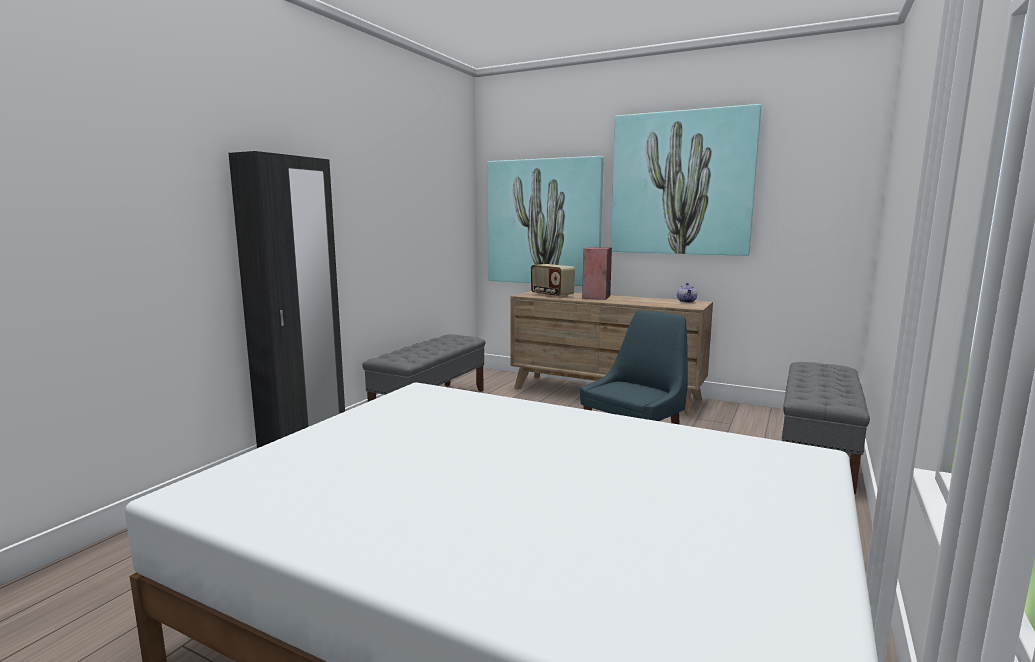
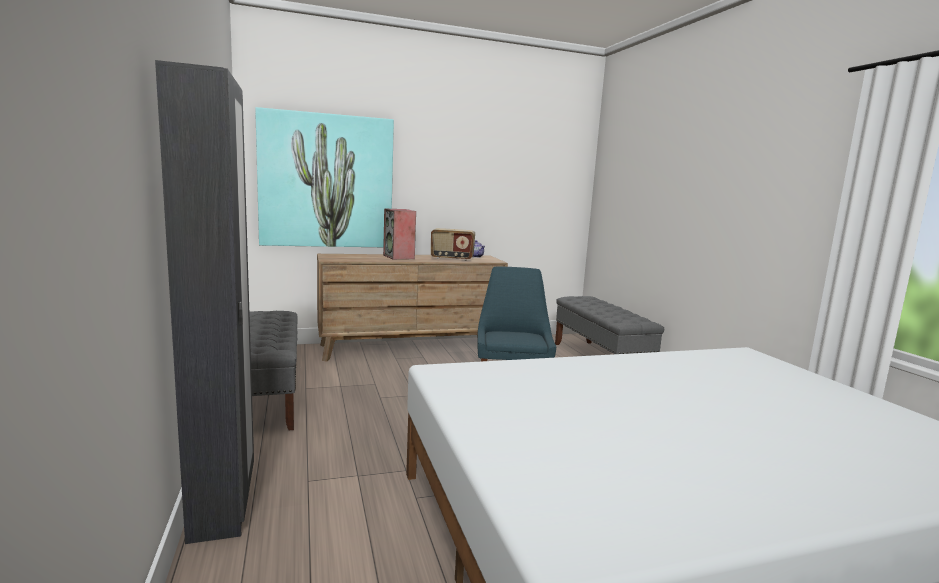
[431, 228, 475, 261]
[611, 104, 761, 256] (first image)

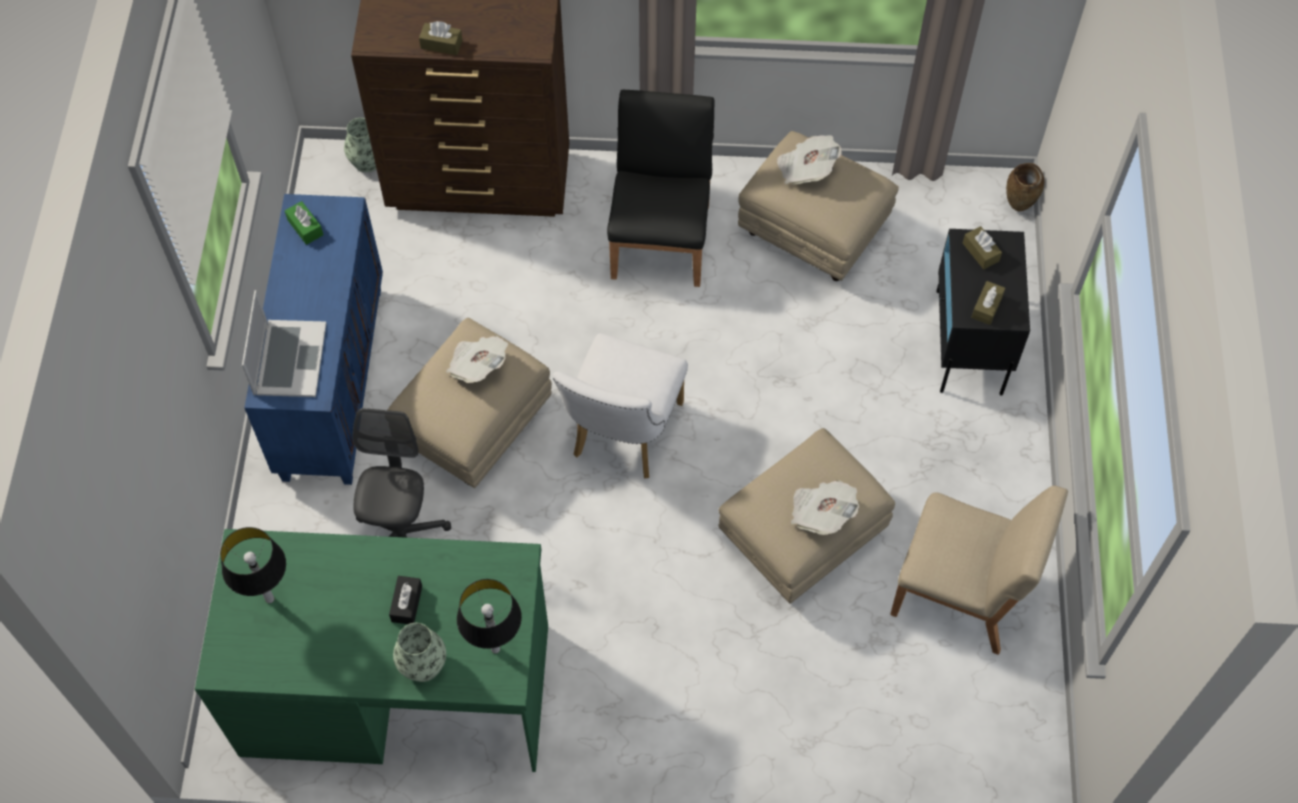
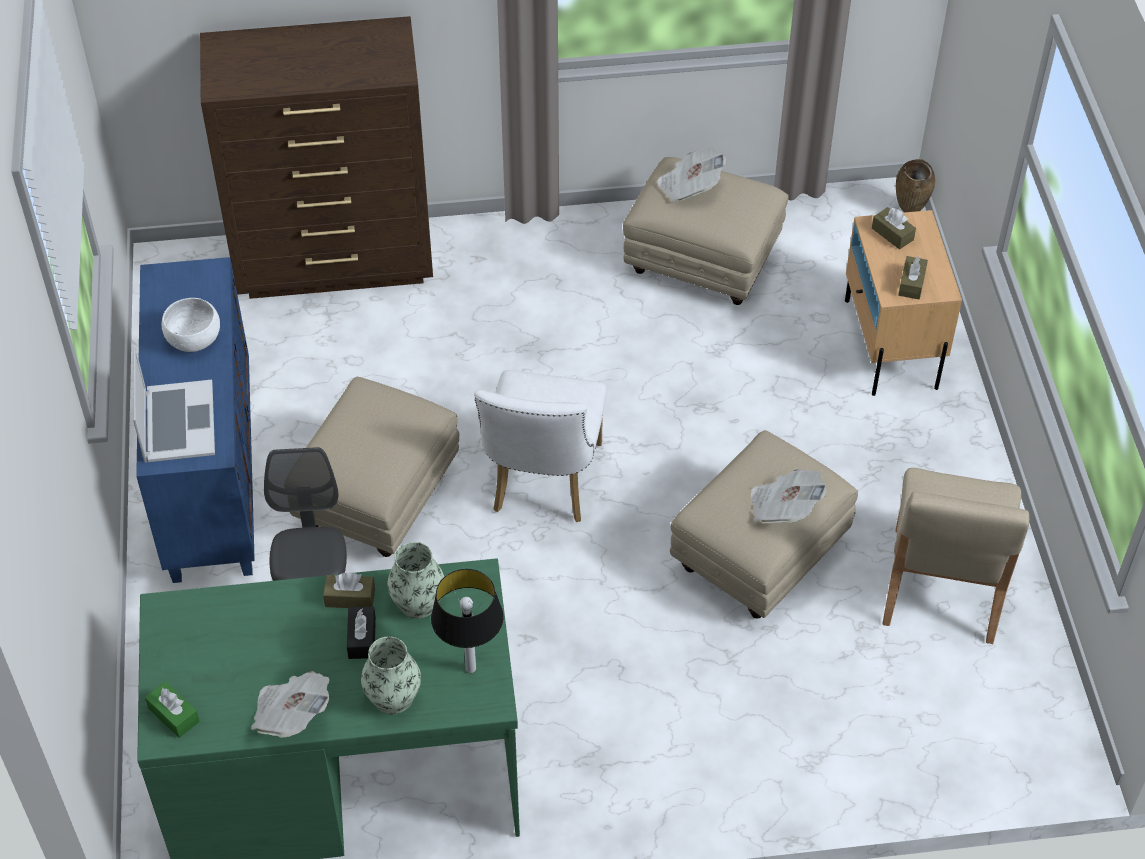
[220, 527, 286, 603] (first image)
[145, 681, 200, 738]
[387, 542, 444, 618]
[323, 572, 375, 608]
[251, 671, 330, 738]
[607, 90, 715, 287] (first image)
[882, 468, 1029, 644]
[845, 210, 962, 396]
[162, 298, 220, 352]

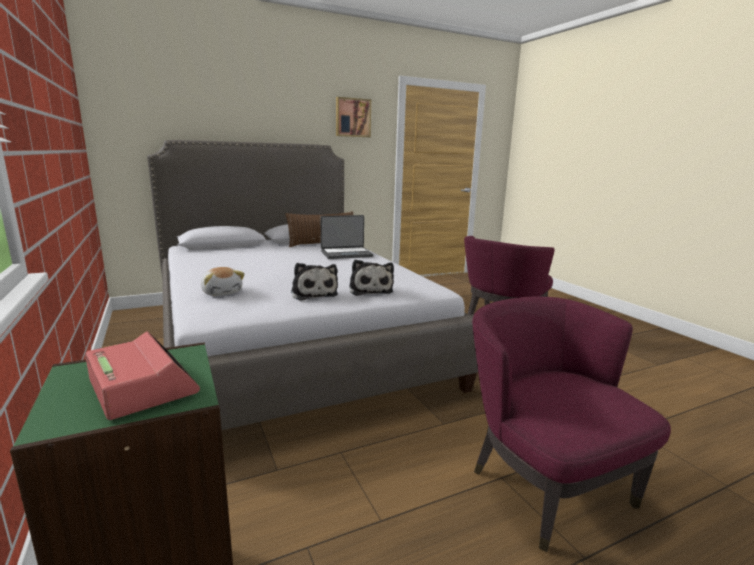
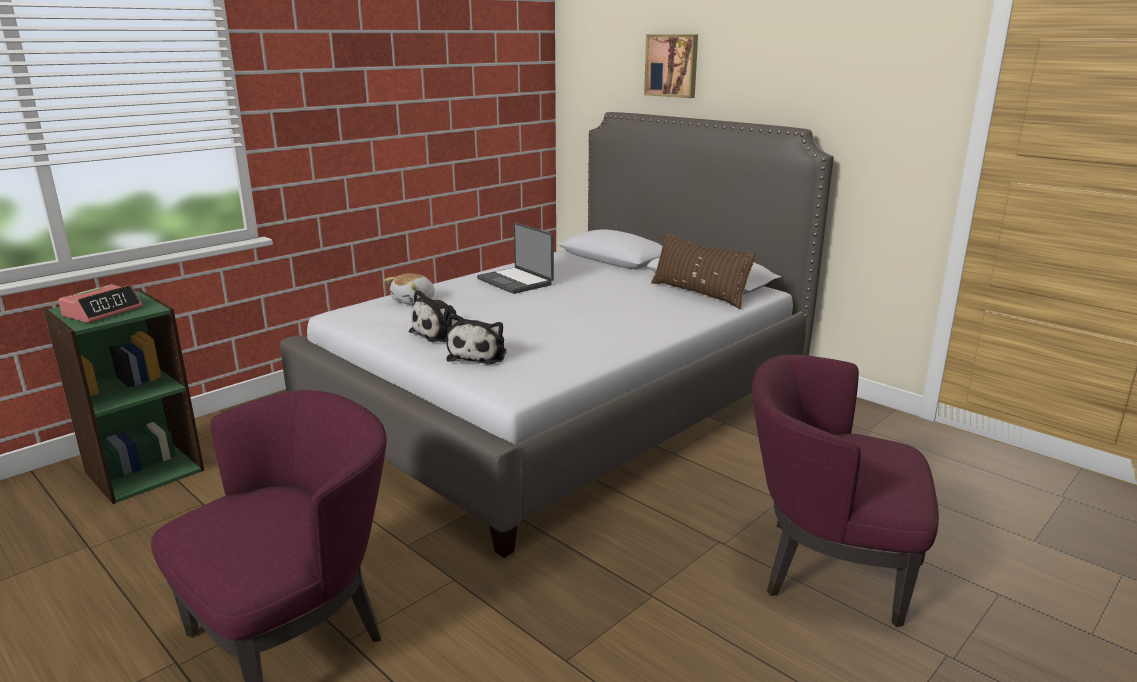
[477, 223, 554, 294]
[644, 34, 698, 98]
[446, 314, 507, 365]

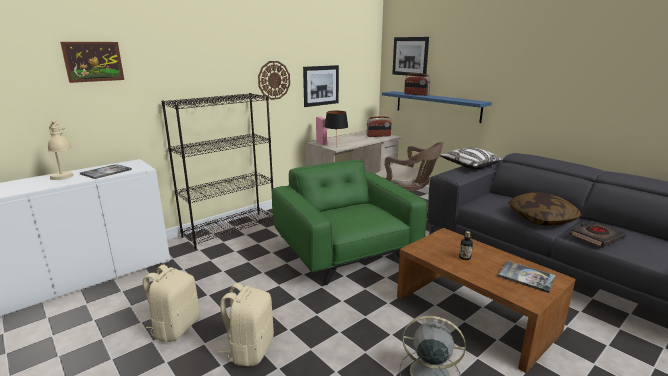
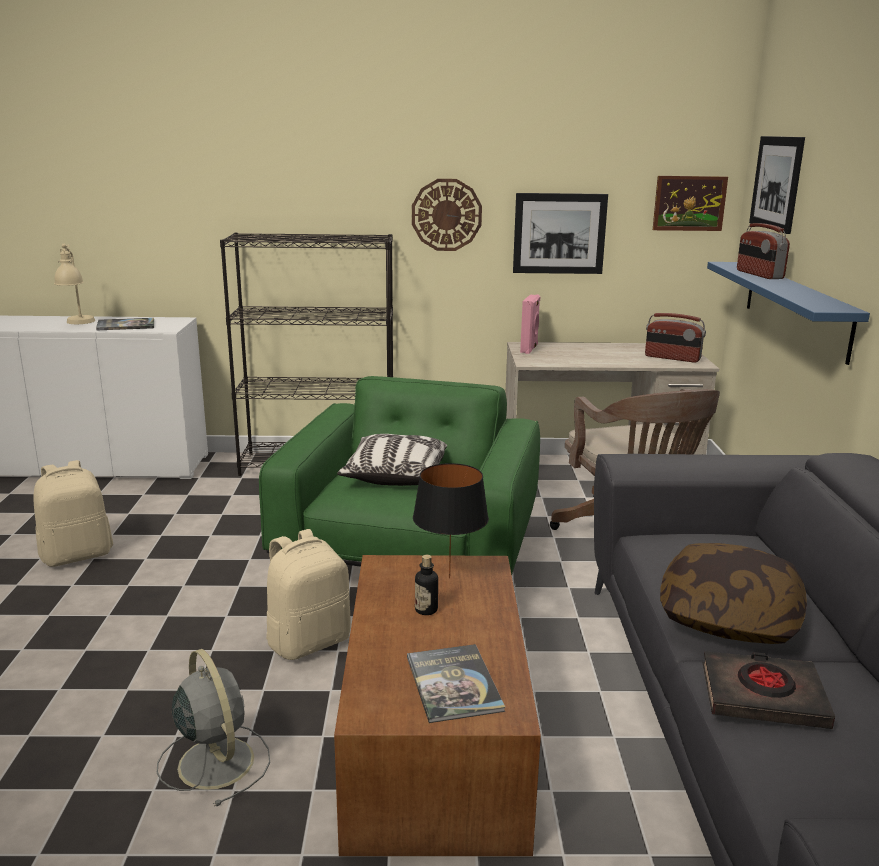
[653, 176, 728, 231]
[266, 529, 351, 660]
[413, 463, 489, 579]
[337, 434, 447, 486]

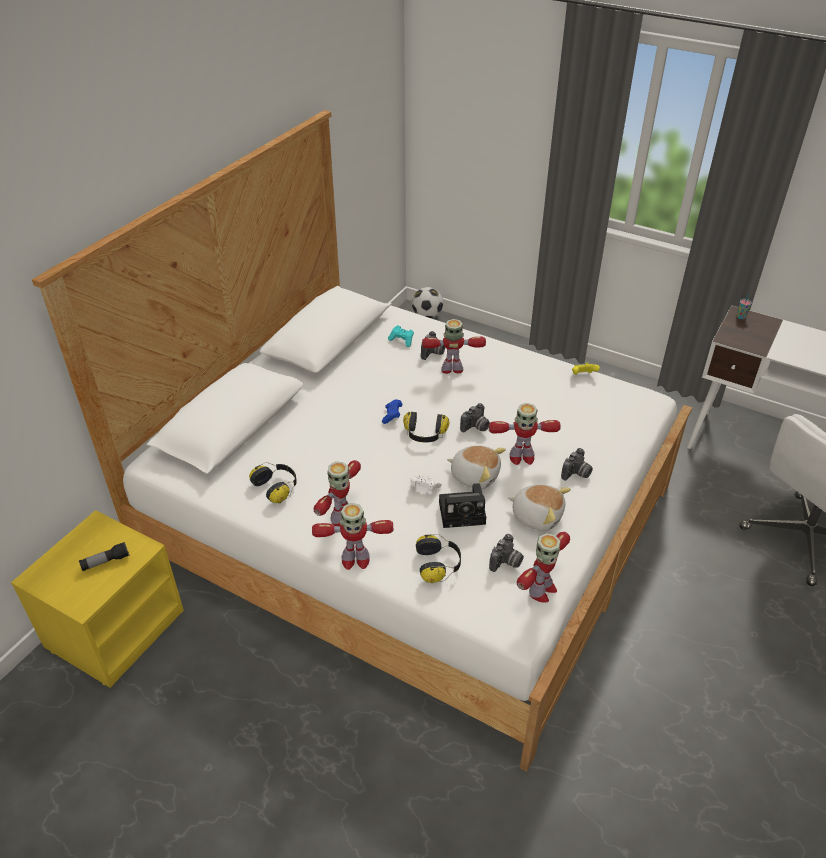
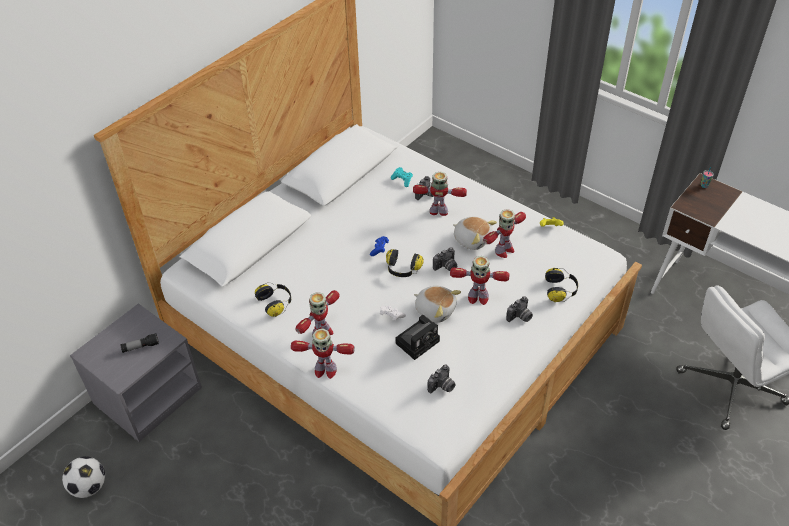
[70, 303, 202, 442]
[62, 456, 105, 498]
[545, 268, 578, 302]
[395, 315, 440, 360]
[453, 217, 497, 250]
[483, 209, 526, 258]

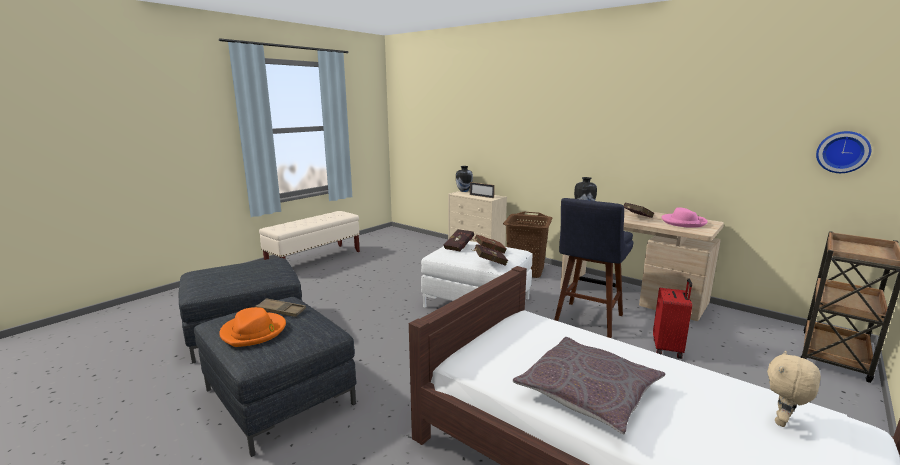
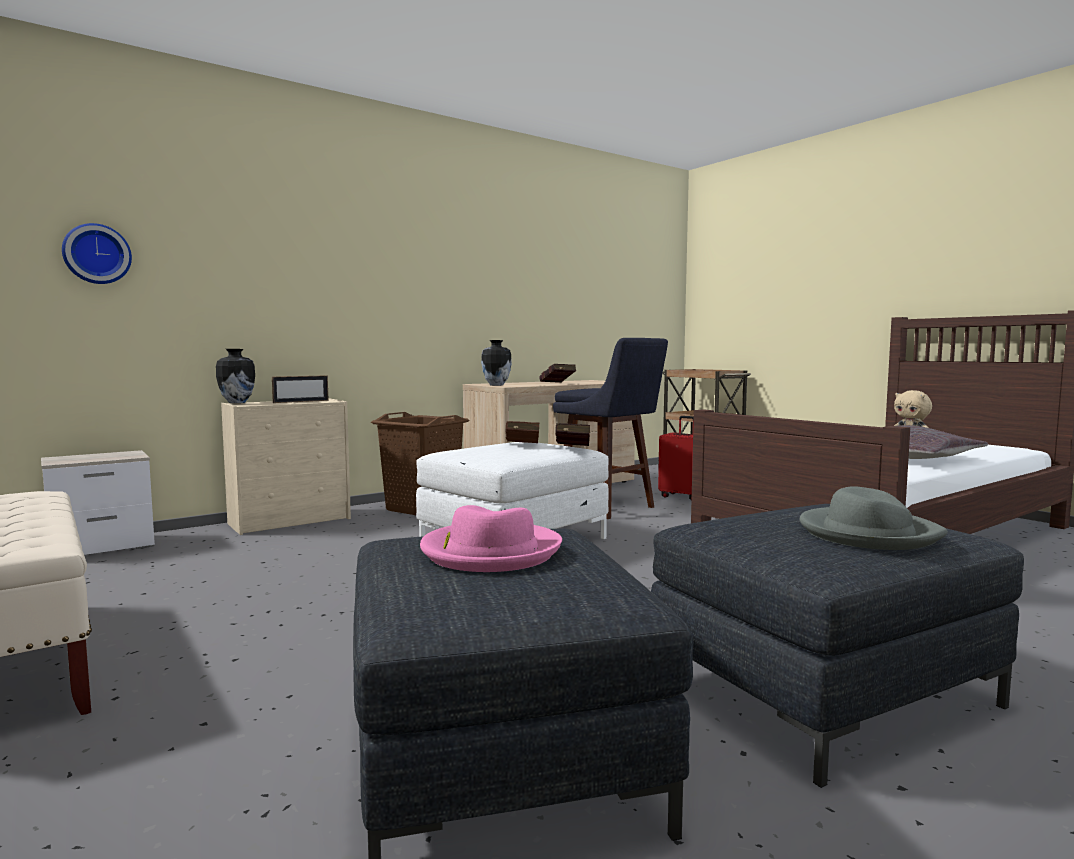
[800, 486, 948, 550]
[255, 298, 306, 317] (first image)
[444, 229, 474, 251] (first image)
[420, 505, 562, 572]
[62, 223, 132, 284]
[41, 450, 155, 555]

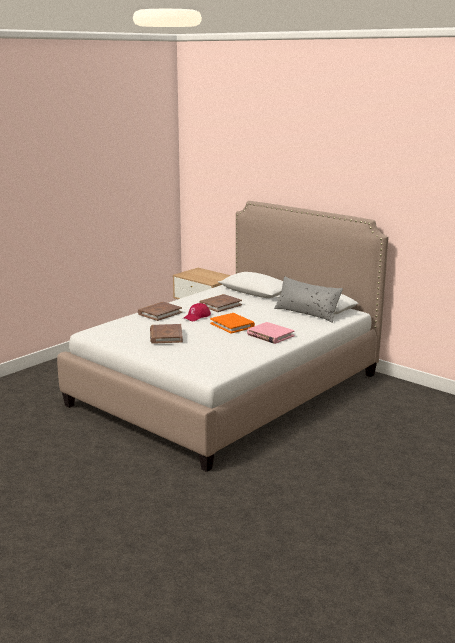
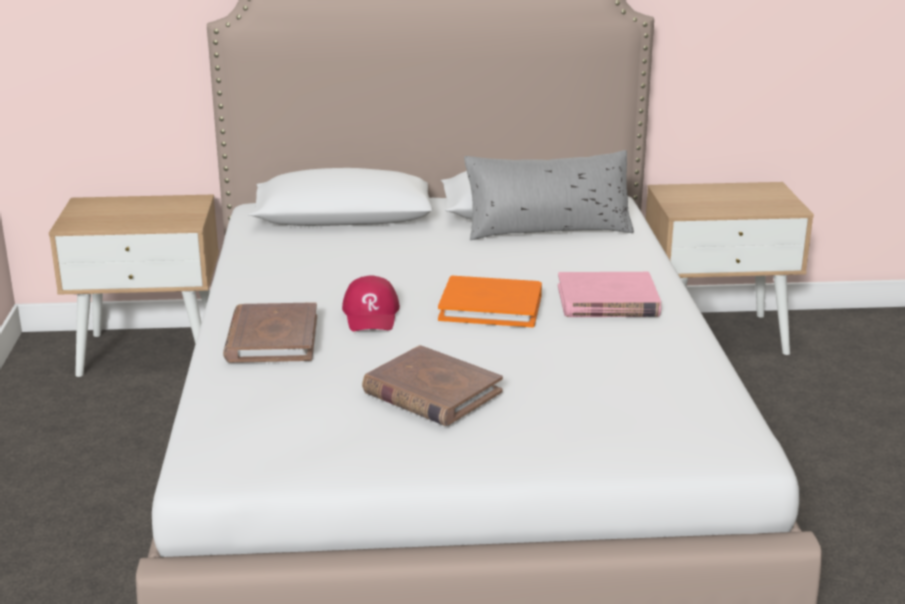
[199, 294, 242, 312] (first image)
[646, 182, 814, 355]

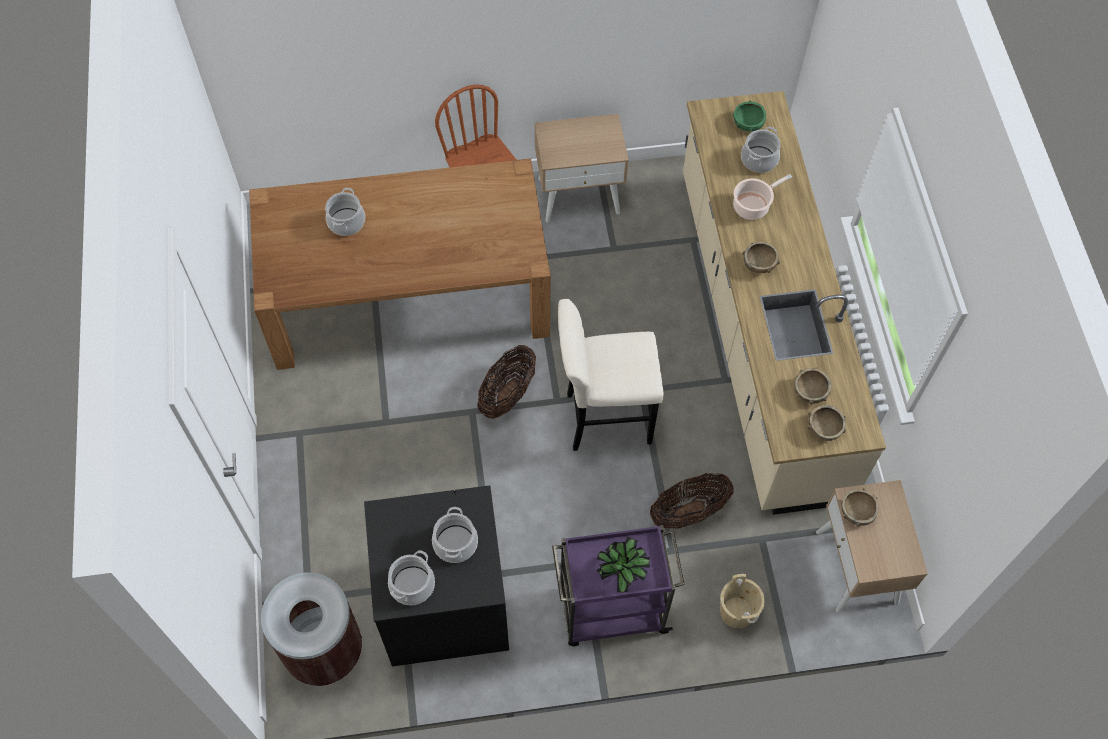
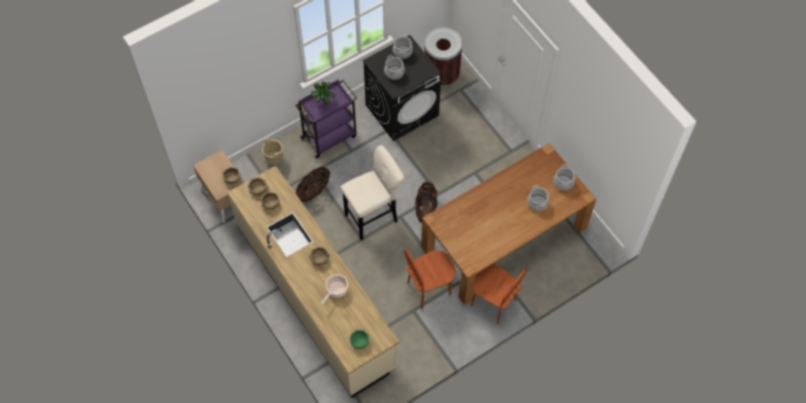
[534, 114, 629, 223] (first image)
[553, 164, 575, 190]
[404, 248, 456, 309]

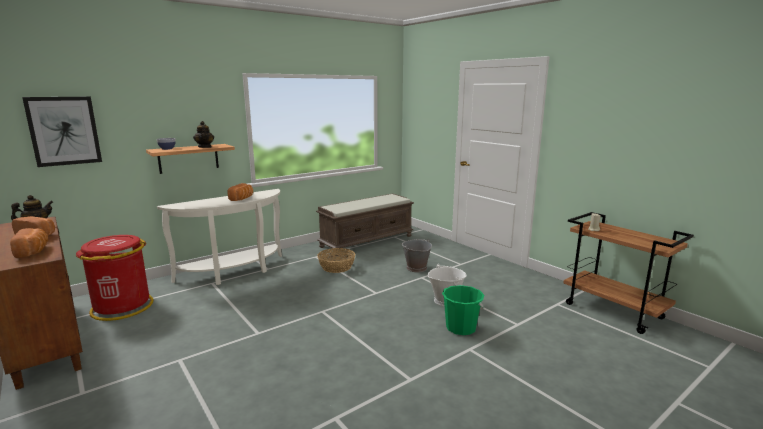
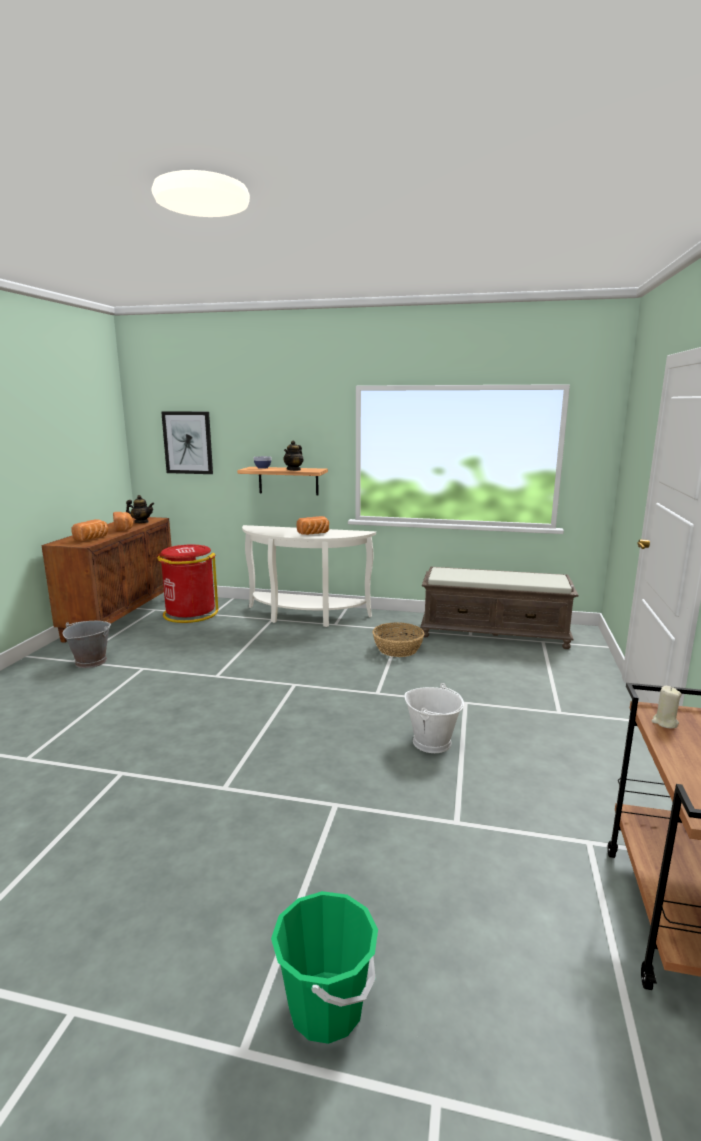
[62, 621, 111, 668]
[271, 891, 378, 1044]

